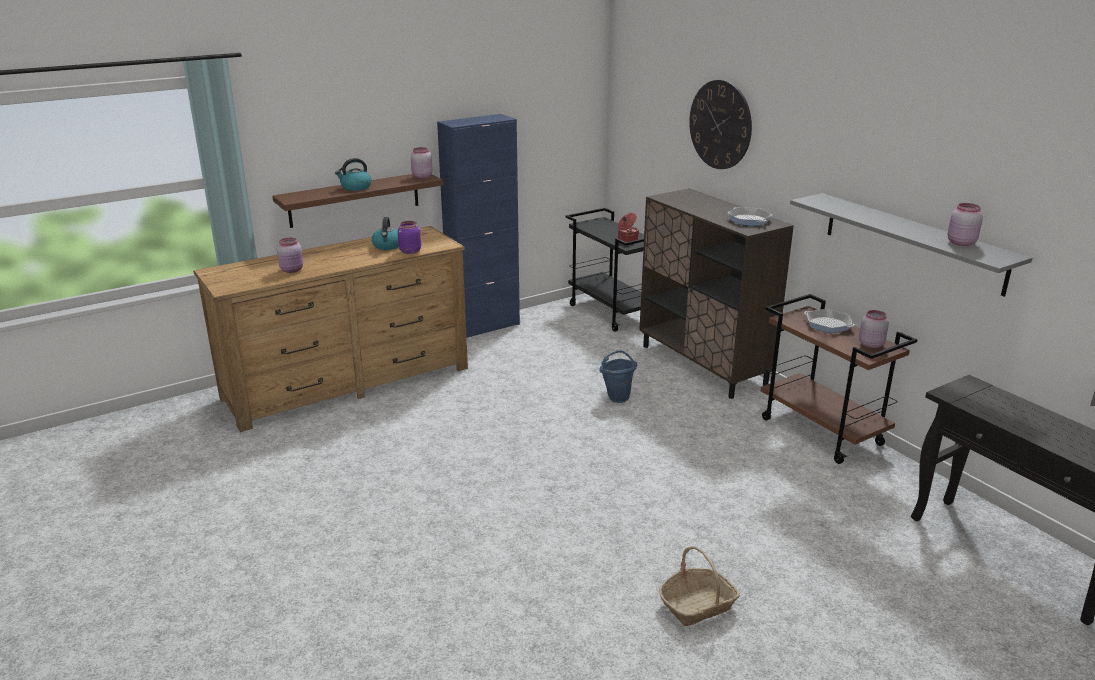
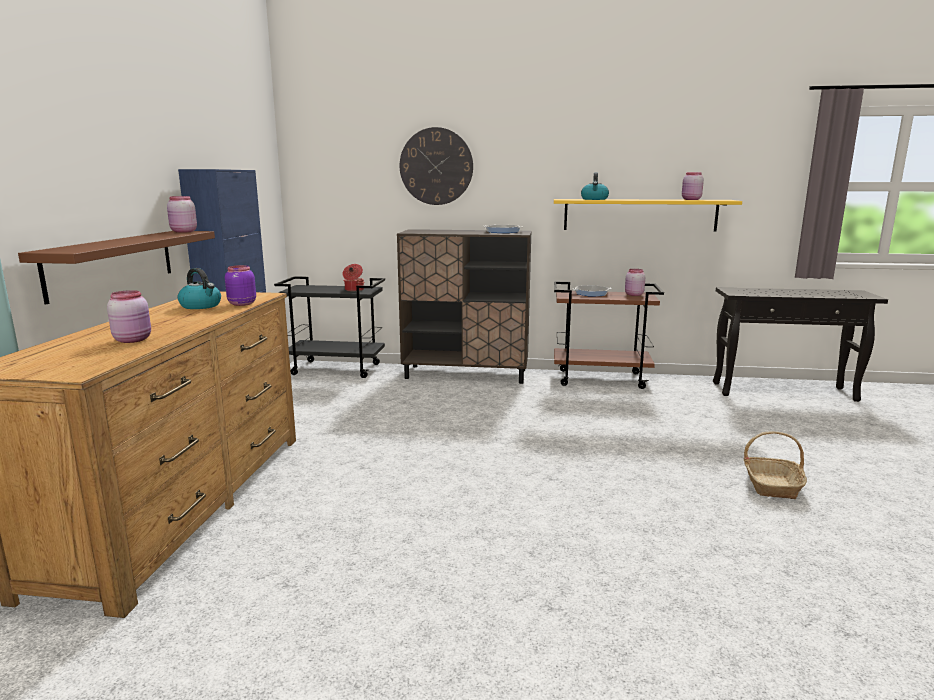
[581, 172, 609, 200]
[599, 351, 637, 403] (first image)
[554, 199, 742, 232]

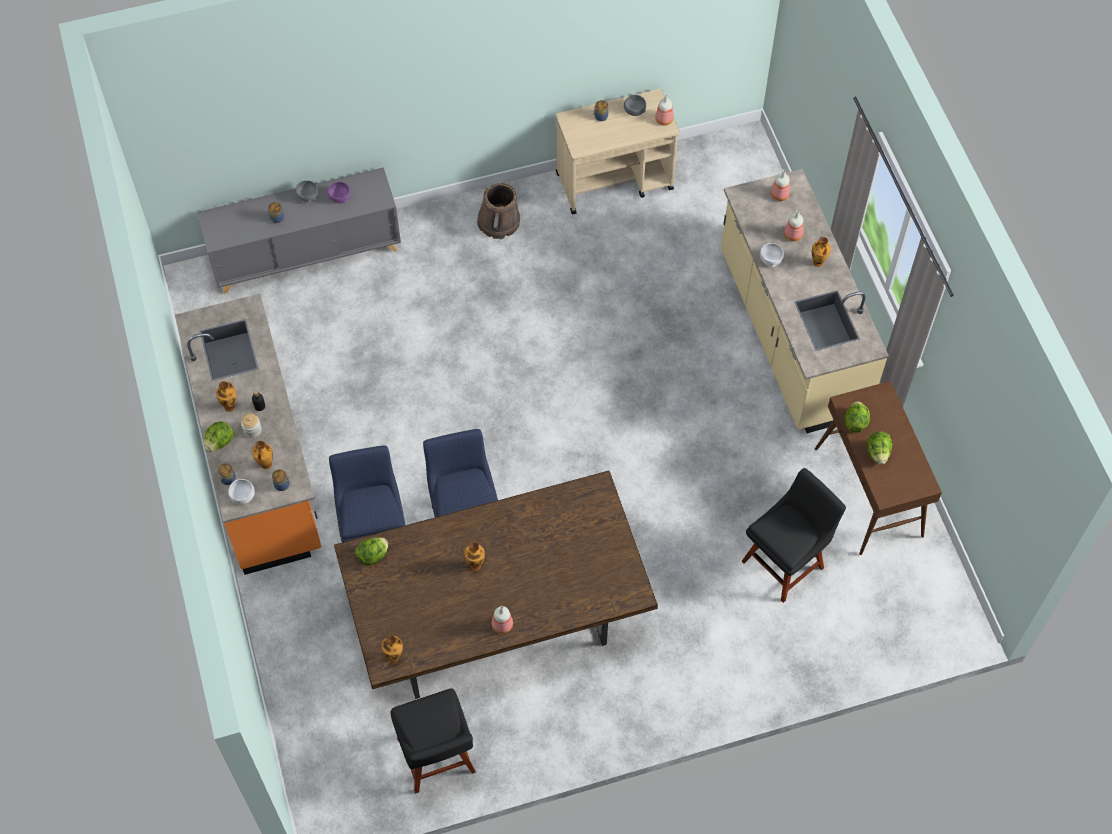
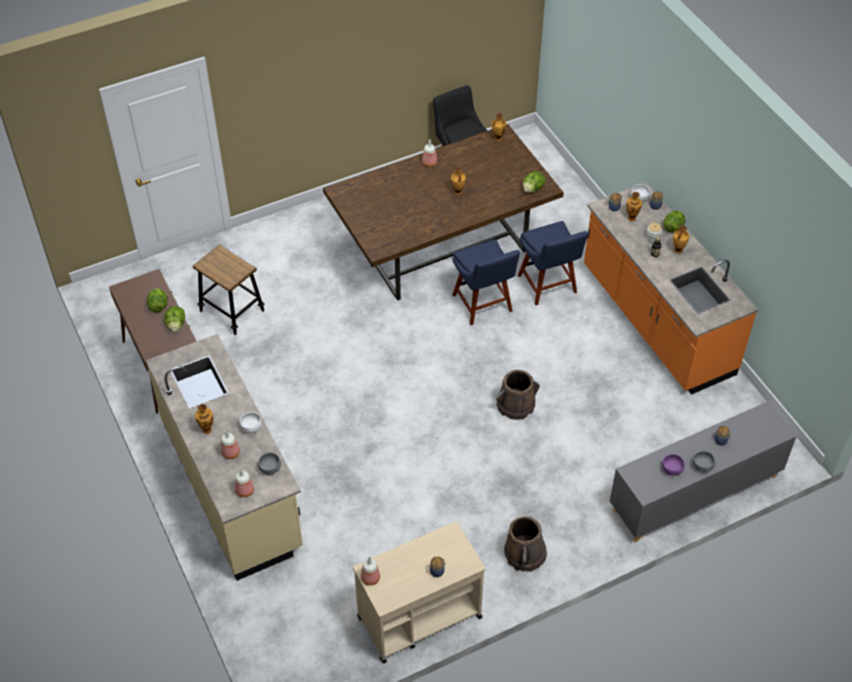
[258, 452, 281, 475]
[193, 244, 265, 335]
[495, 370, 540, 420]

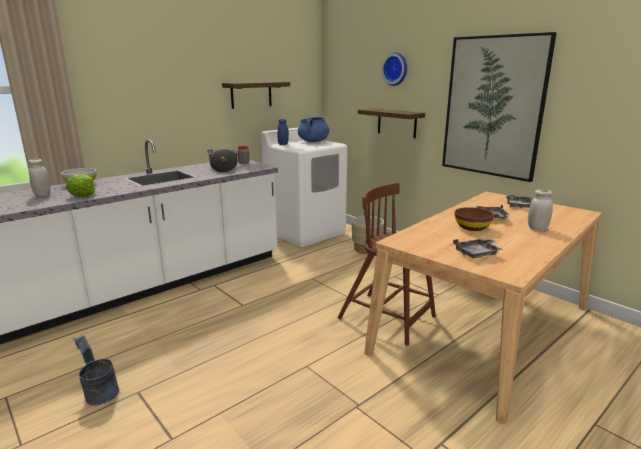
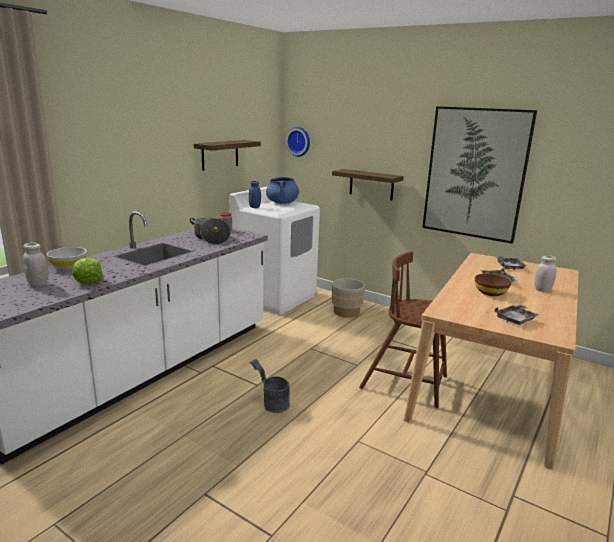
[250, 359, 290, 413]
[286, 127, 310, 157]

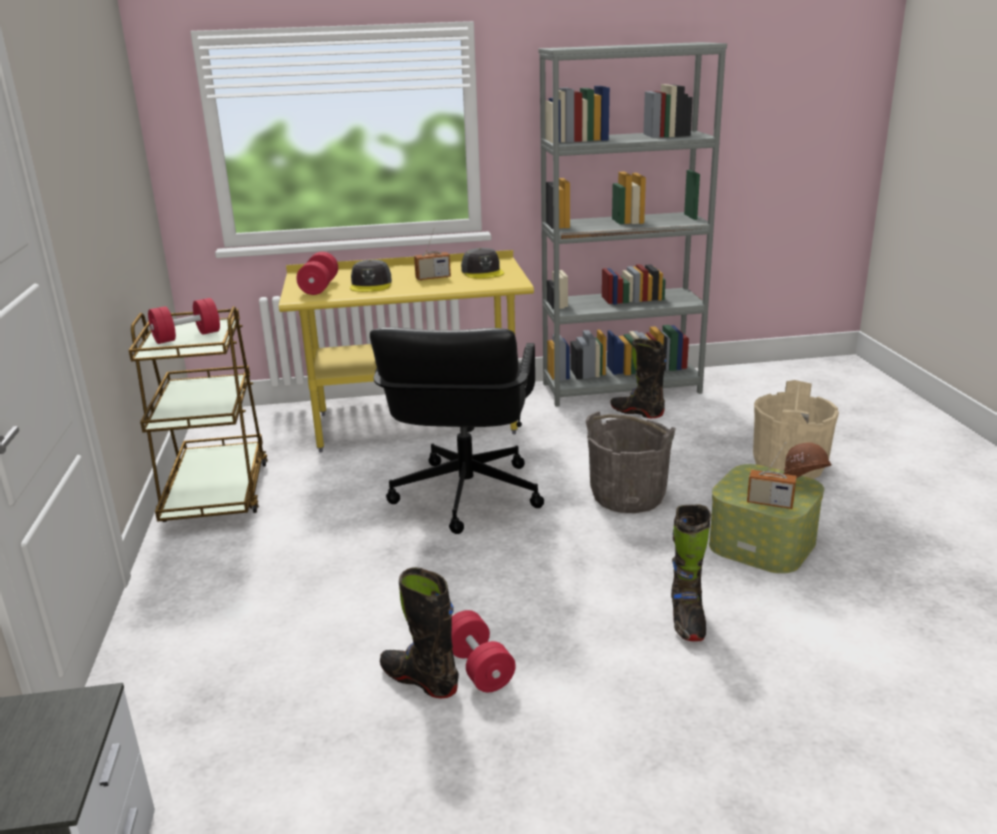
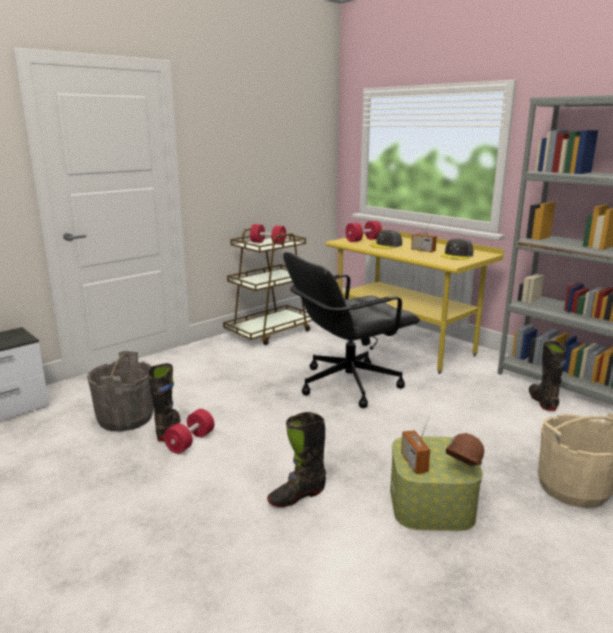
[87, 351, 154, 432]

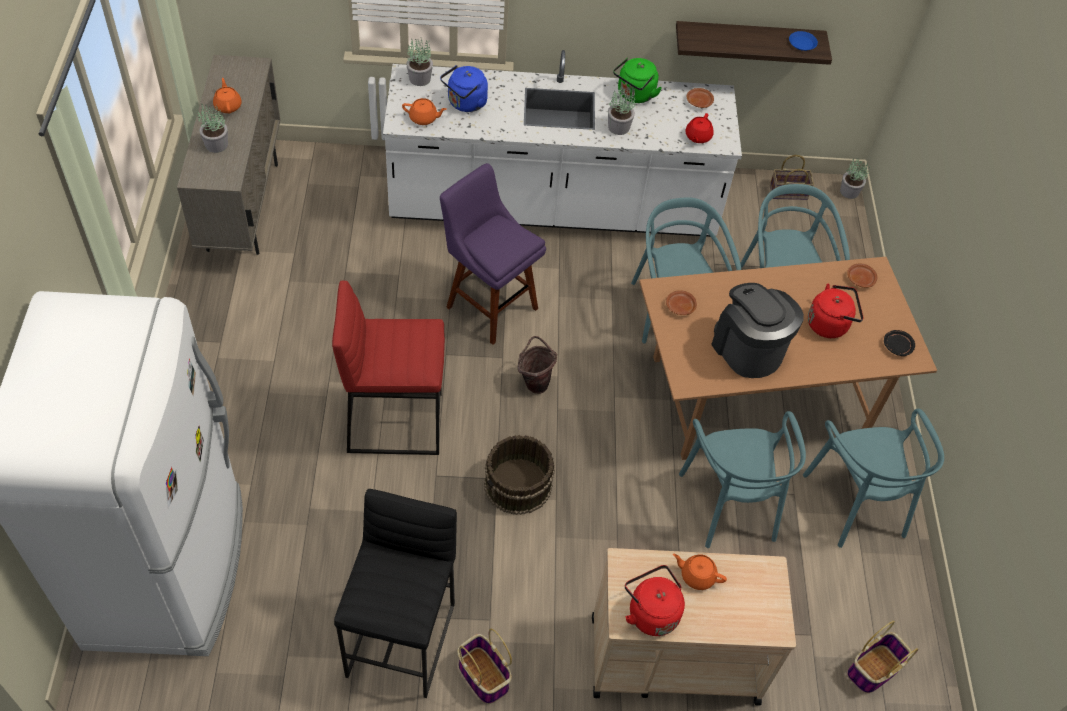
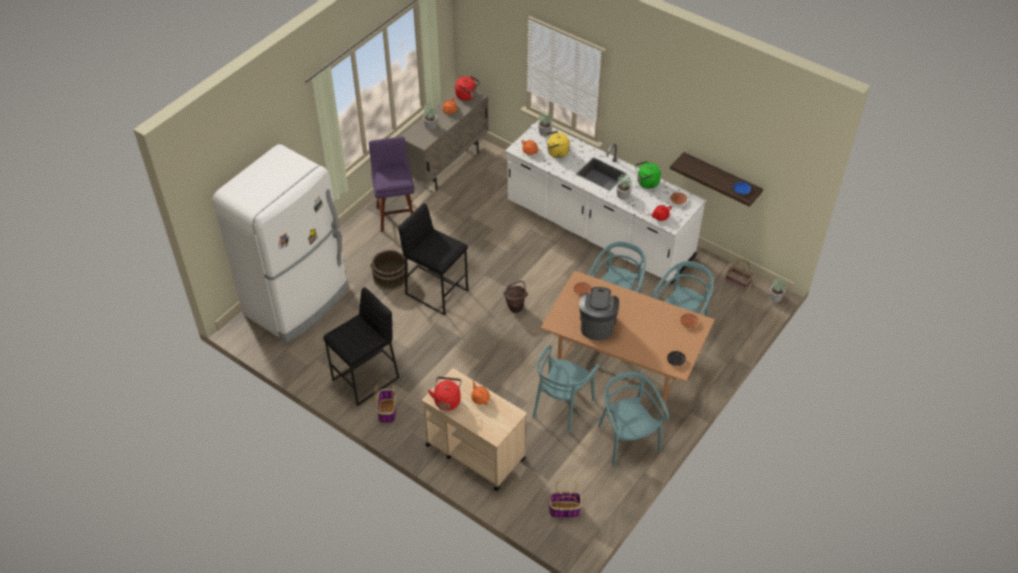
[398, 203, 468, 315]
[545, 131, 570, 158]
[369, 137, 414, 232]
[371, 250, 408, 290]
[598, 371, 669, 467]
[455, 76, 480, 101]

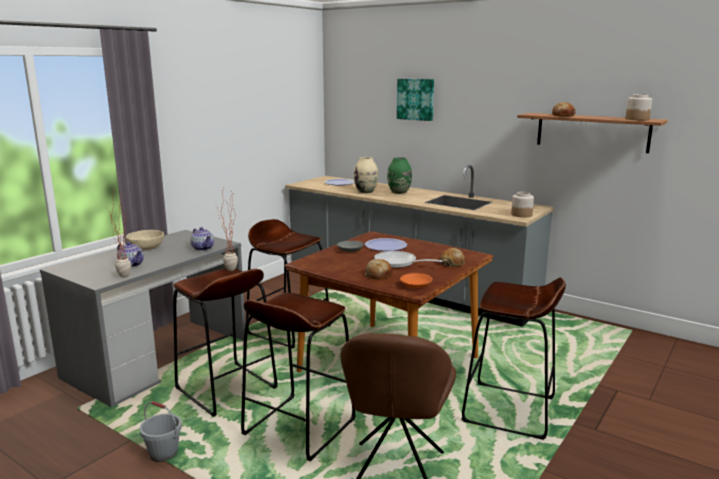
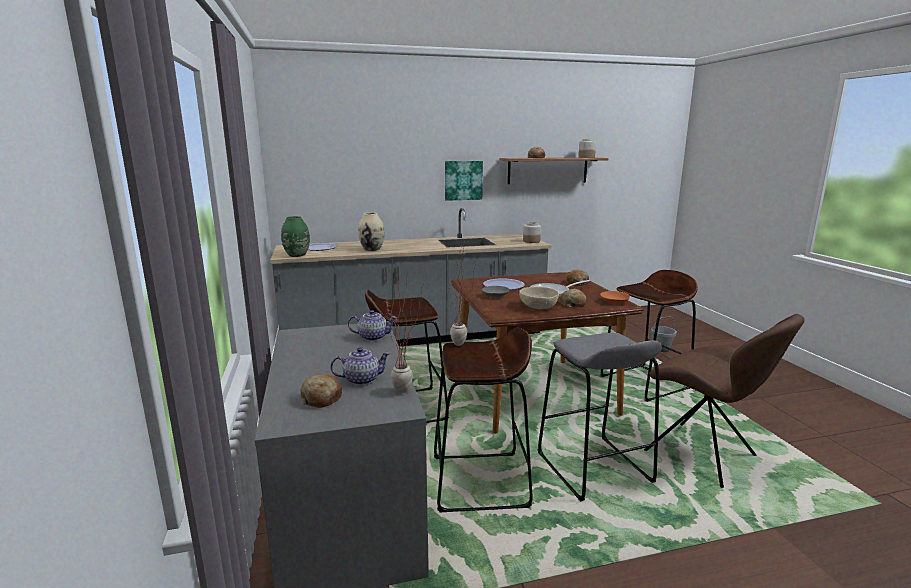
[519, 287, 559, 309]
[651, 316, 677, 352]
[538, 333, 662, 501]
[281, 216, 310, 257]
[445, 161, 483, 201]
[300, 374, 342, 408]

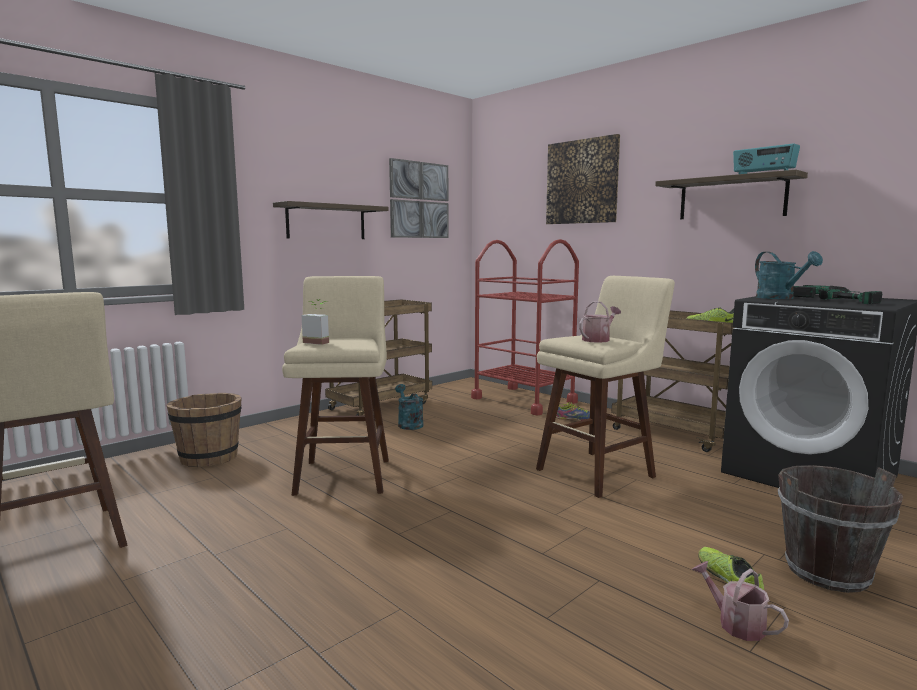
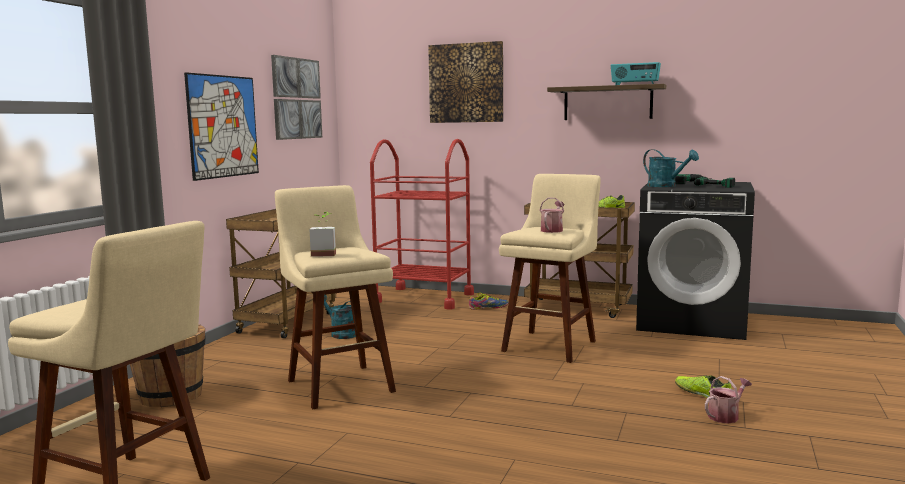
[184, 72, 259, 181]
[705, 376, 752, 424]
[778, 465, 903, 593] (first image)

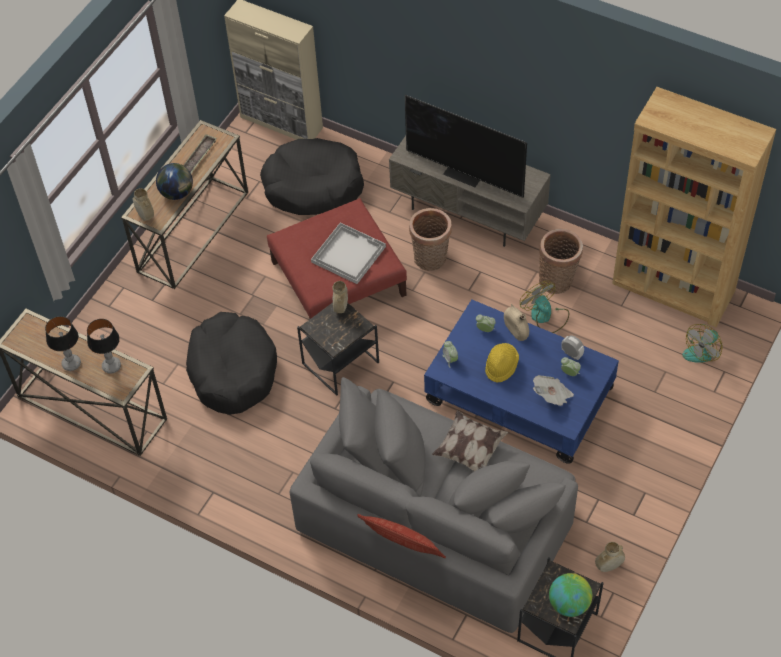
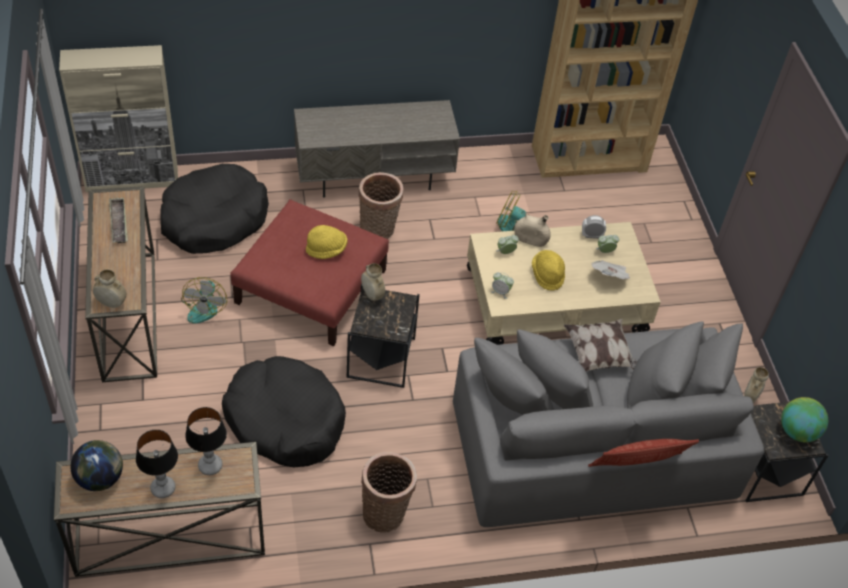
[70, 440, 123, 491]
[306, 225, 348, 259]
[405, 95, 527, 198] (first image)
[467, 222, 661, 345]
[361, 452, 417, 533]
[181, 277, 227, 323]

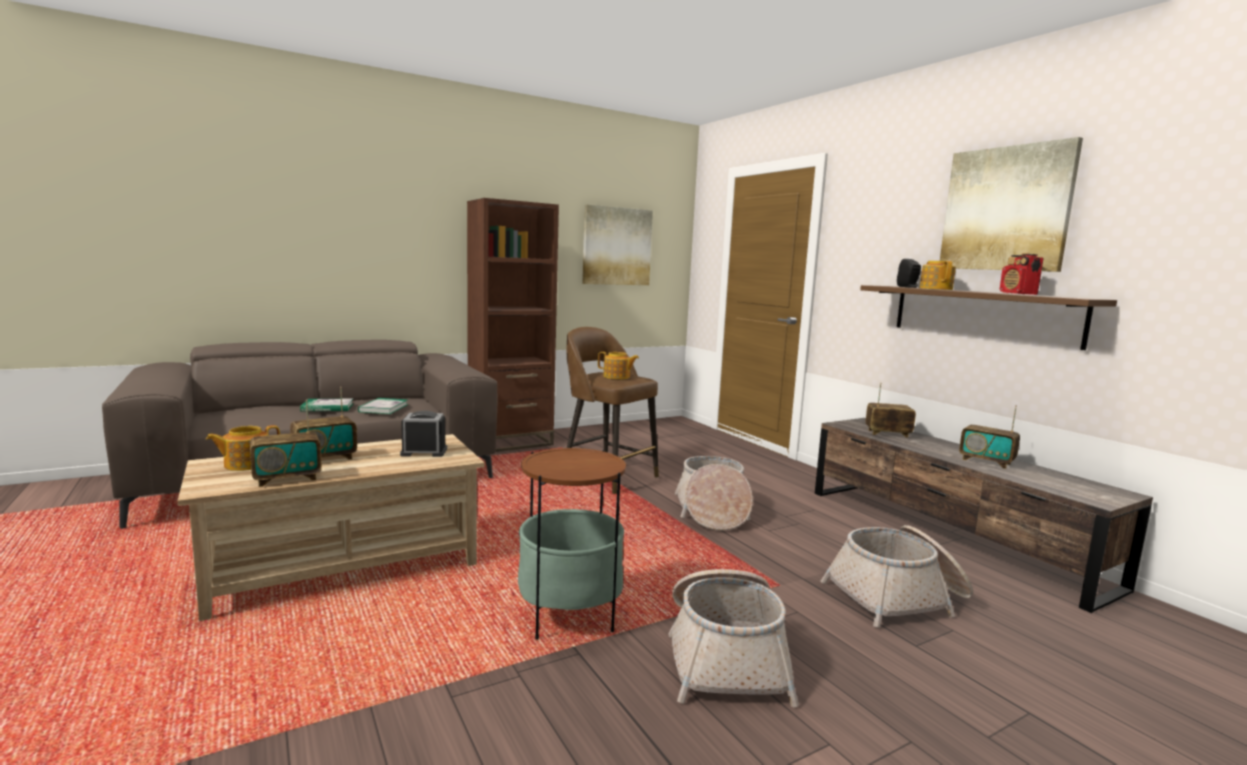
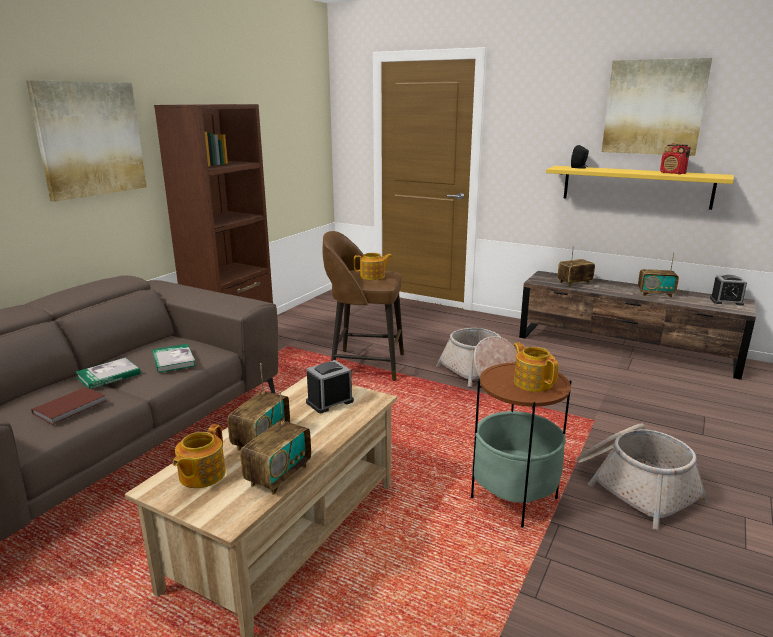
[26, 80, 147, 202]
[821, 525, 973, 628] (first image)
[546, 166, 734, 210]
[514, 342, 559, 392]
[31, 387, 106, 425]
[710, 275, 747, 306]

